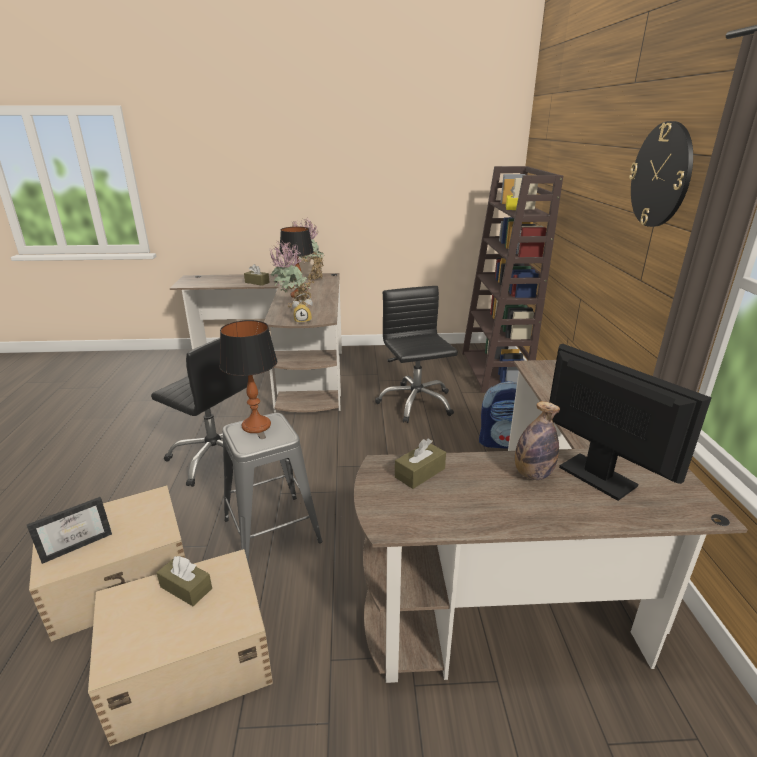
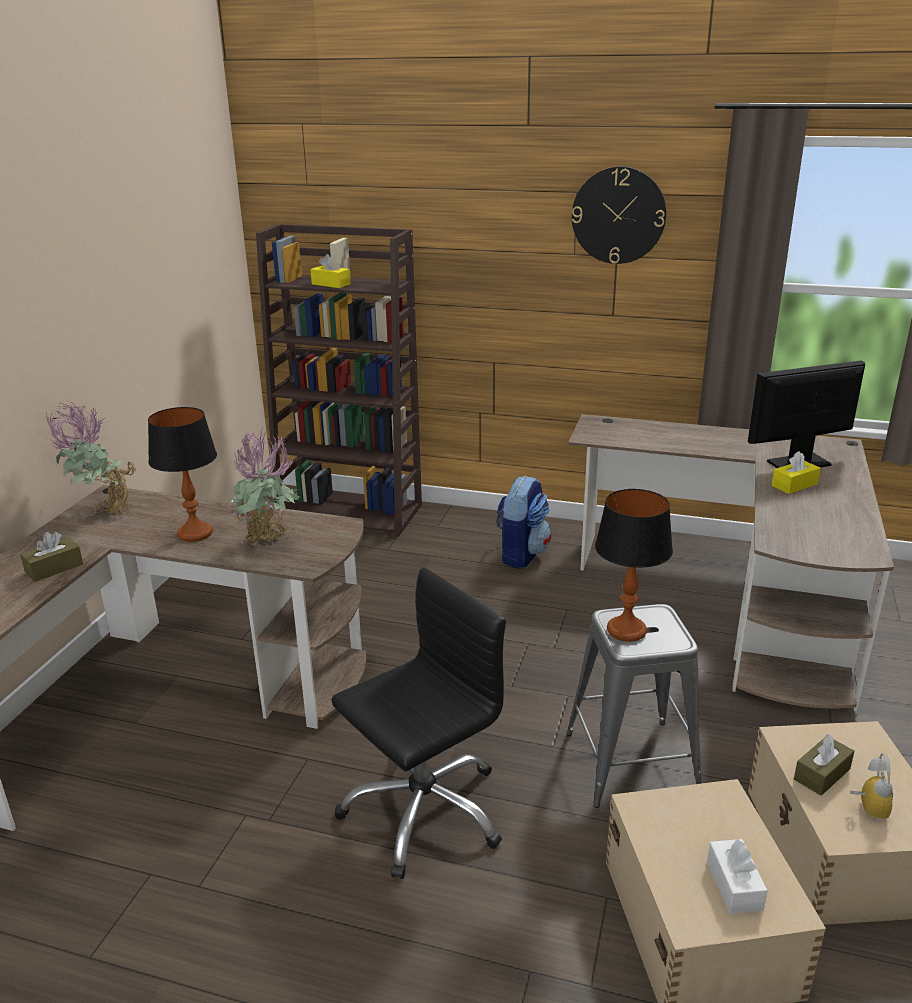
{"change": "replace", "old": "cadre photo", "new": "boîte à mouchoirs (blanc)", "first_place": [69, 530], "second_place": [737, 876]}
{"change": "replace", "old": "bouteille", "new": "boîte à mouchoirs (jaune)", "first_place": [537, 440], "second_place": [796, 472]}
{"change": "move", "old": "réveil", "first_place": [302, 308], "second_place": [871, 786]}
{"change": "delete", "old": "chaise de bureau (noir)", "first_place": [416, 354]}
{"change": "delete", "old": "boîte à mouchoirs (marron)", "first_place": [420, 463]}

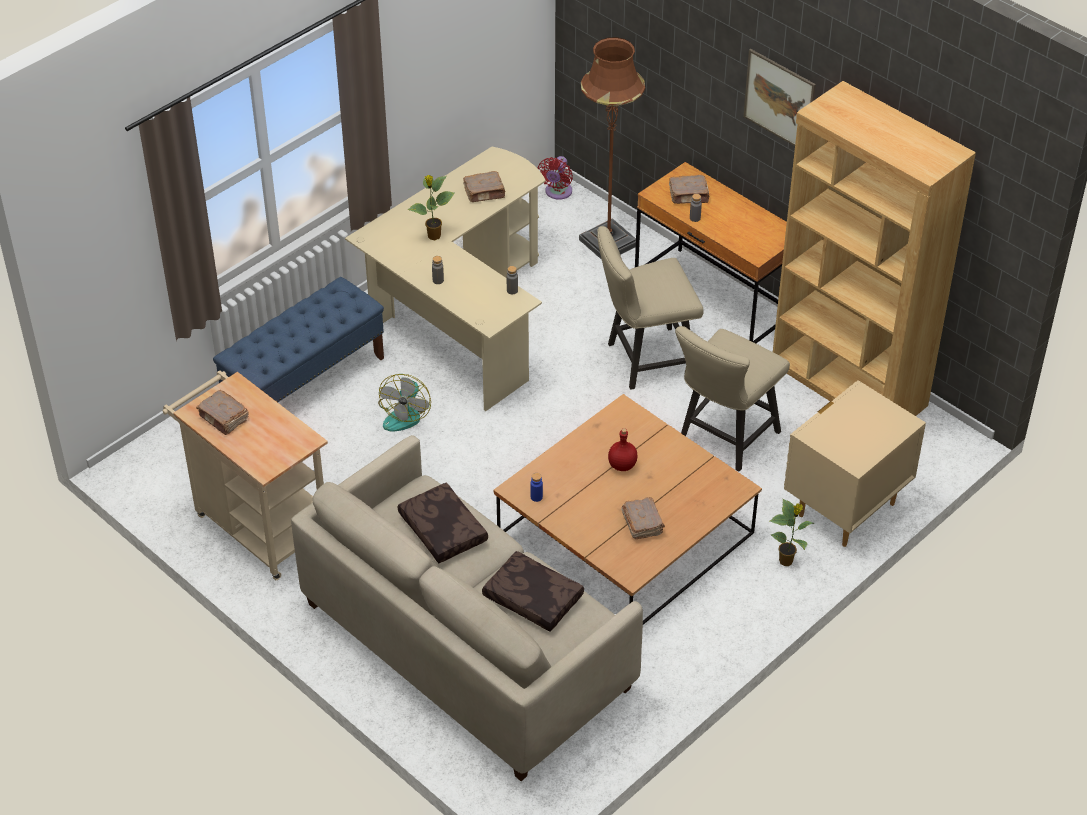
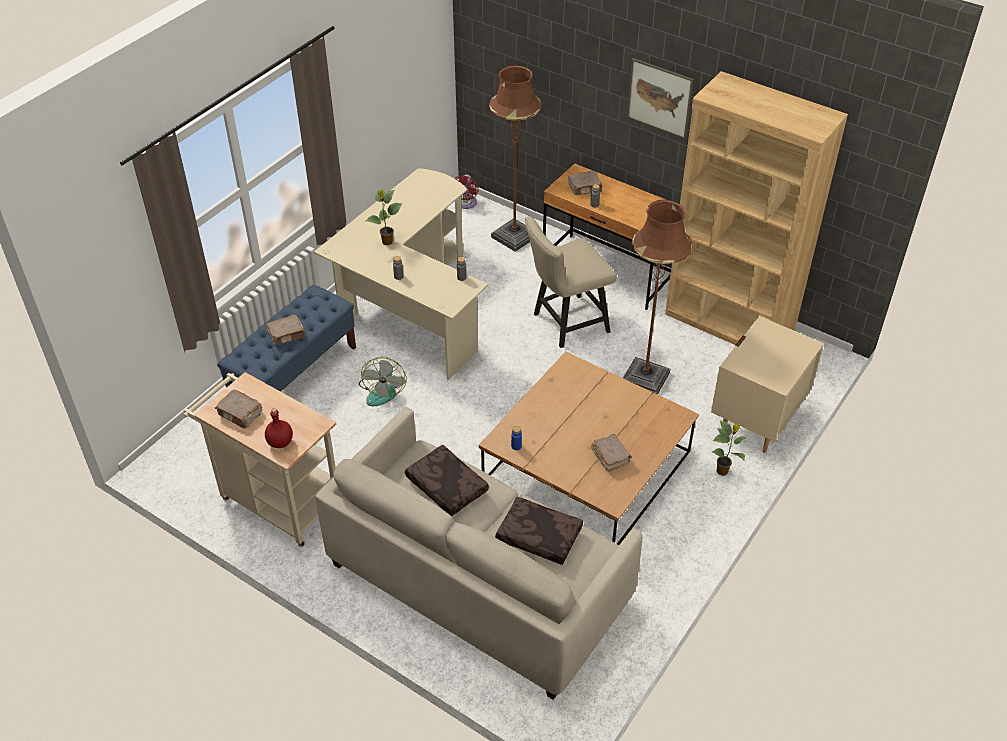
{"change": "move", "old": "bouteille (rouge)", "first_place": [623, 449], "second_place": [279, 428]}
{"change": "move", "old": "livre (marron)", "first_place": [484, 186], "second_place": [285, 330]}
{"change": "replace", "old": "chaise (beige)", "new": "lampadaire (marron)", "first_place": [732, 399], "second_place": [658, 297]}

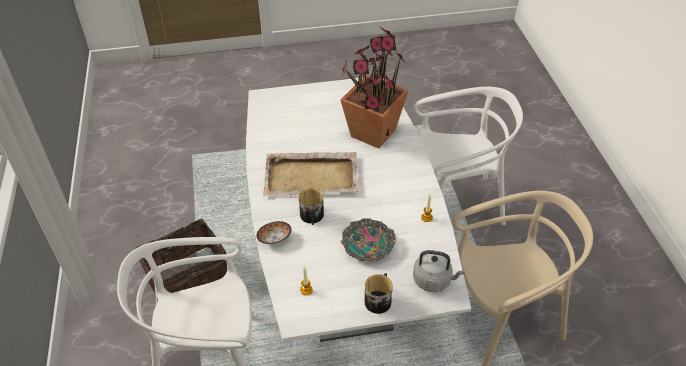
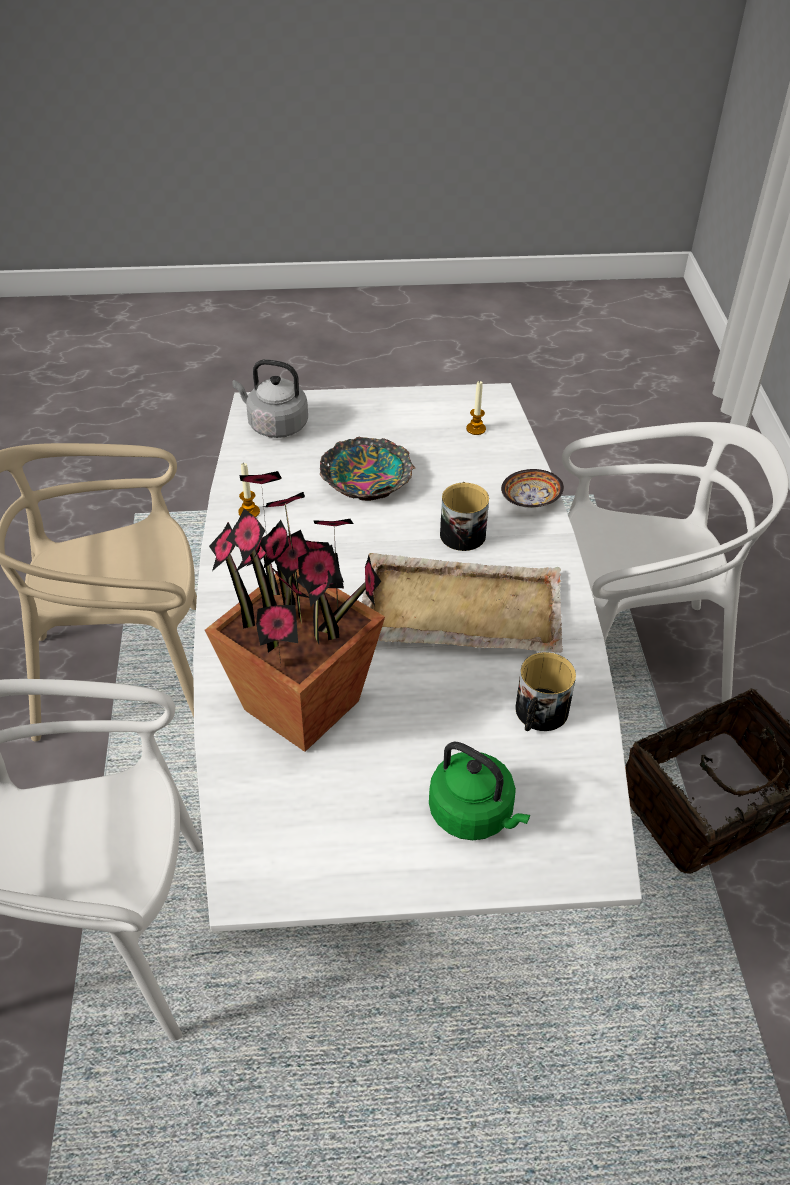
{"change": "insert", "new": "bouilloire (vert)", "second_place": [479, 791]}
{"change": "move", "old": "mug", "first_place": [379, 293], "second_place": [545, 691]}

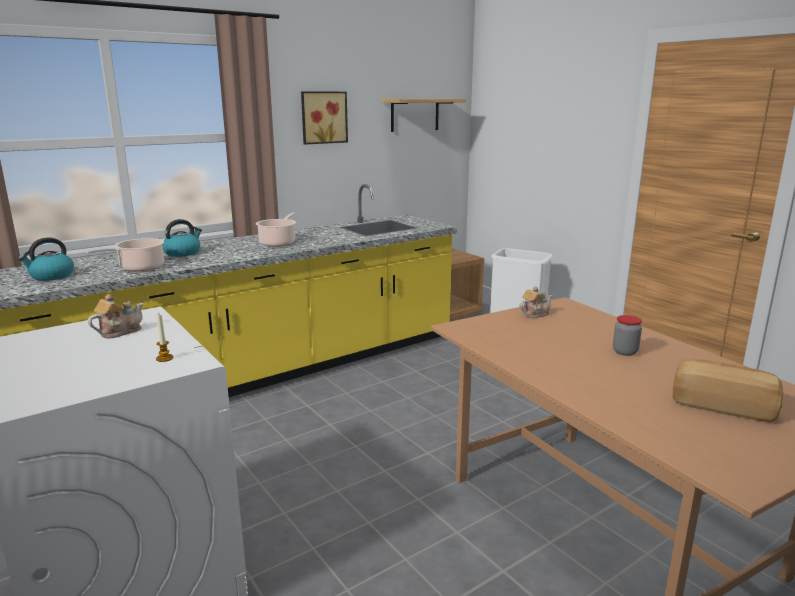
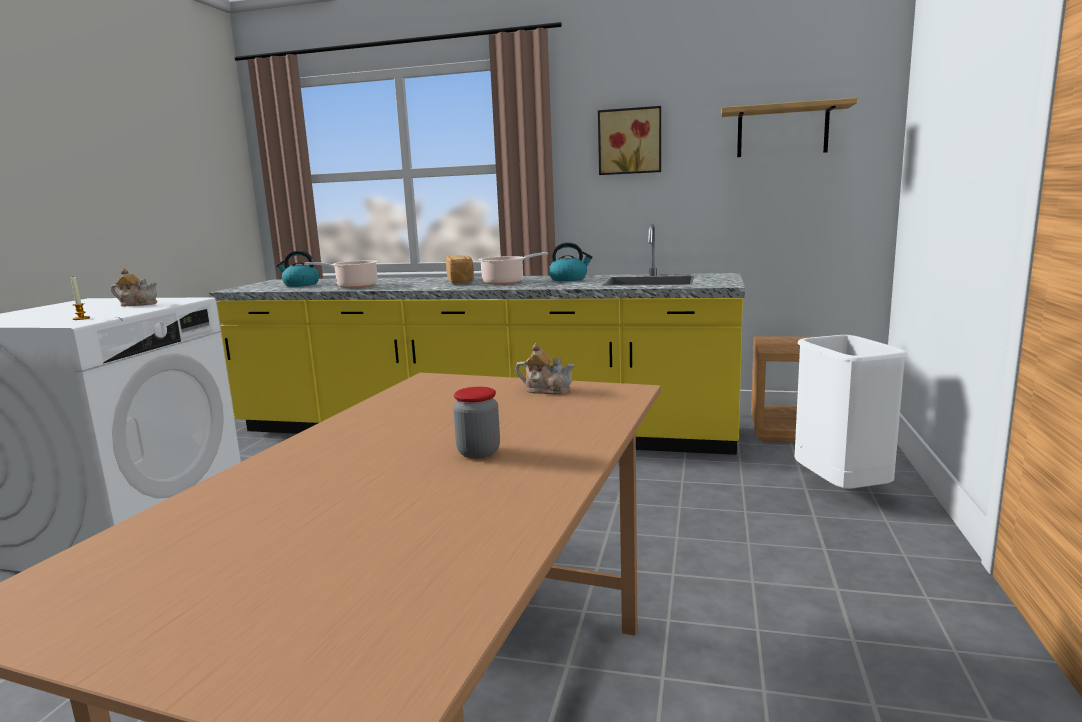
{"change": "move", "old": "pain", "first_place": [728, 391], "second_place": [460, 269]}
{"change": "move", "old": "bouilloire", "first_place": [182, 238], "second_place": [571, 261]}

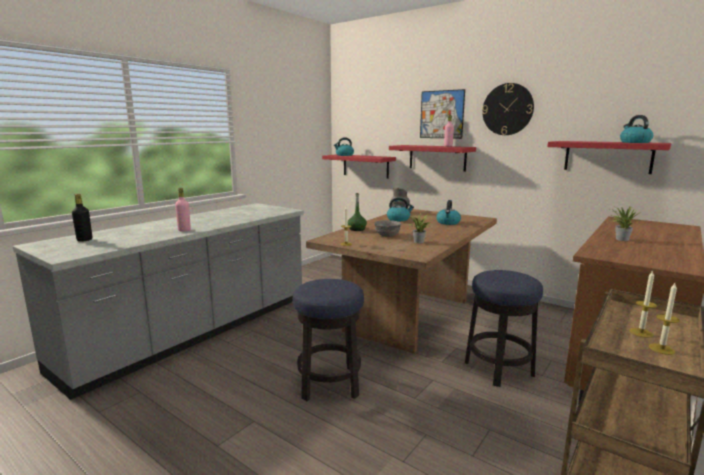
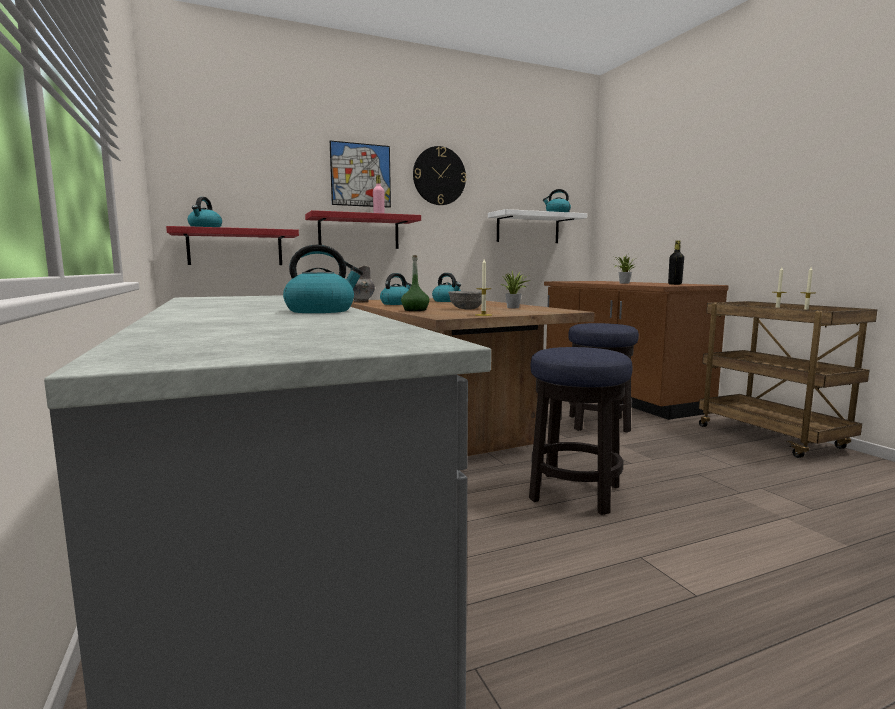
{"change": "replace", "old": "bouteille (rose)", "new": "bouilloire", "first_place": [183, 210], "second_place": [323, 279]}
{"change": "recolor", "old": "étagère (rouge)", "new": "étagère (blanc)", "first_place": [609, 157], "second_place": [537, 226]}
{"change": "move", "old": "bouteille (noir)", "first_place": [82, 218], "second_place": [676, 262]}

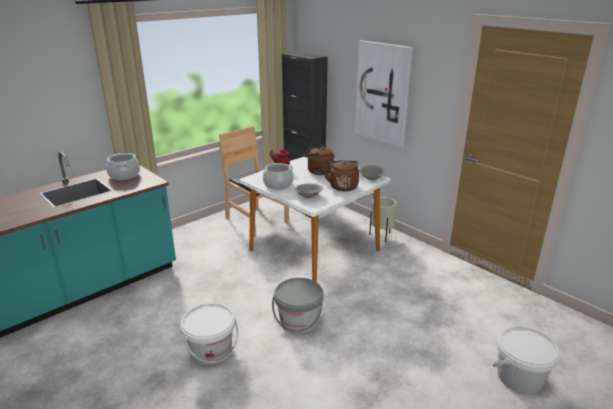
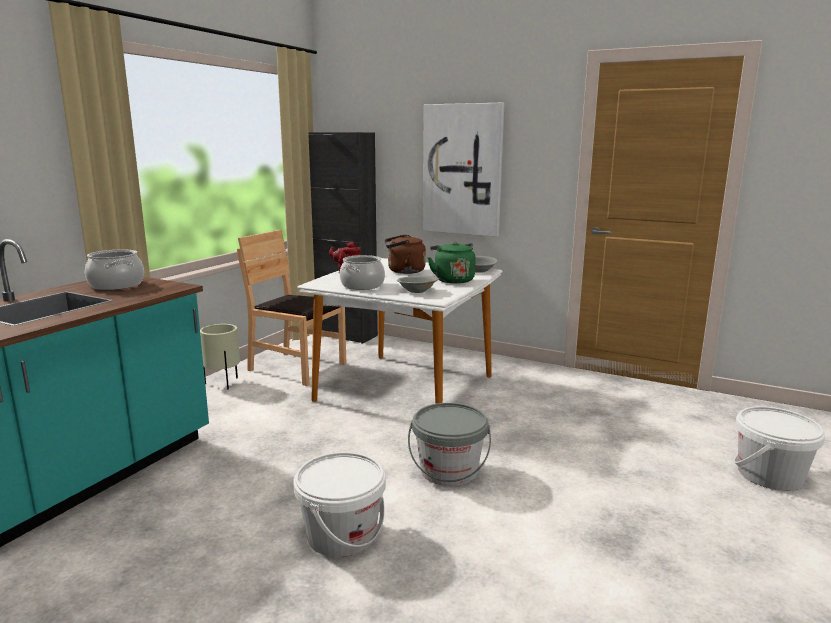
{"change": "move", "old": "cache-pot (beige)", "first_place": [383, 219], "second_place": [220, 356]}
{"change": "recolor", "old": "bouilloire (marron)", "new": "bouilloire (vert)", "first_place": [341, 176], "second_place": [451, 263]}

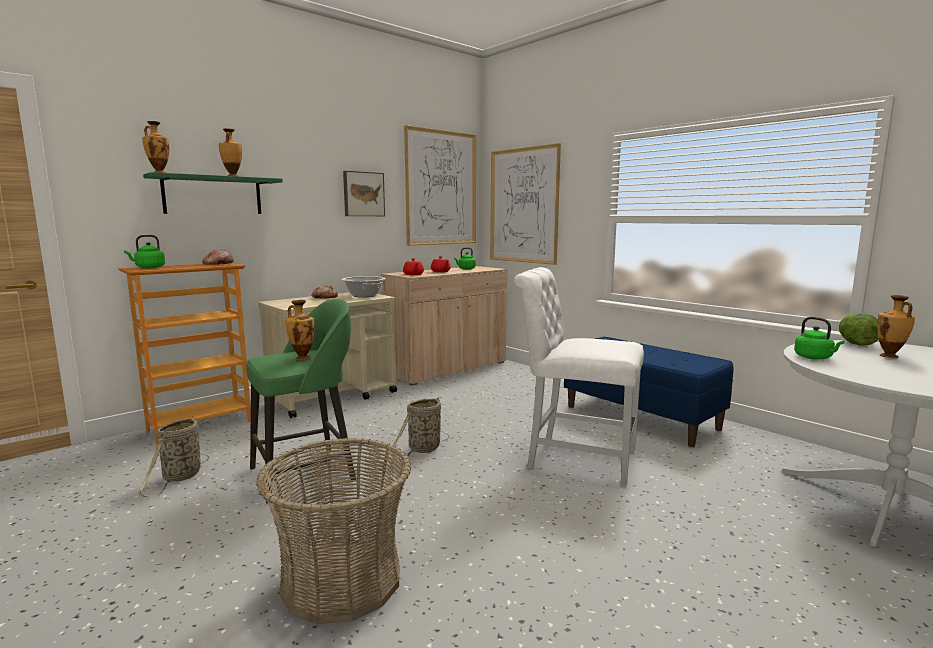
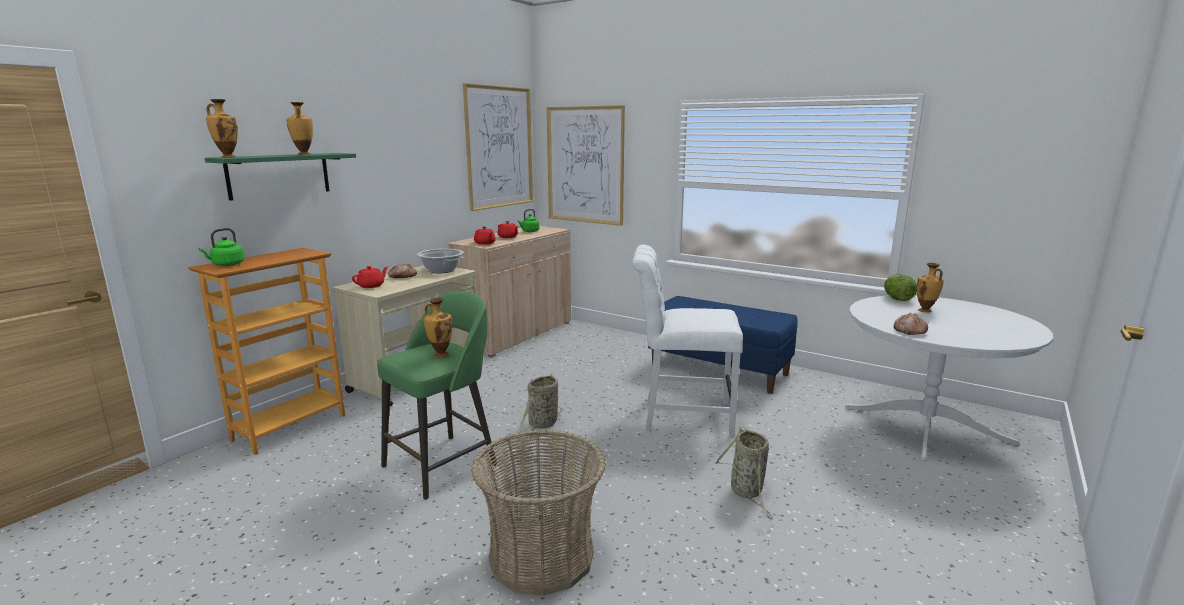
{"change": "insert", "new": "théière (rouge)", "second_place": [370, 277]}
{"change": "move", "old": "panier", "first_place": [173, 457], "second_place": [744, 473]}
{"change": "move", "old": "pain", "first_place": [218, 257], "second_place": [911, 323]}
{"change": "delete", "old": "tableau", "first_place": [364, 193]}
{"change": "delete", "old": "bouilloire (vert)", "first_place": [819, 338]}

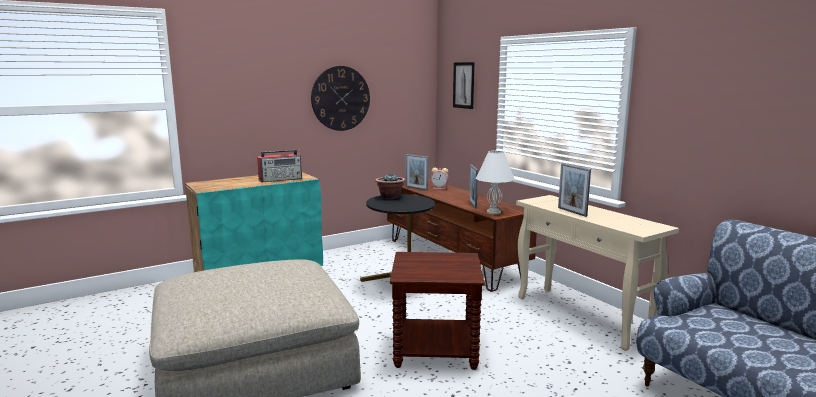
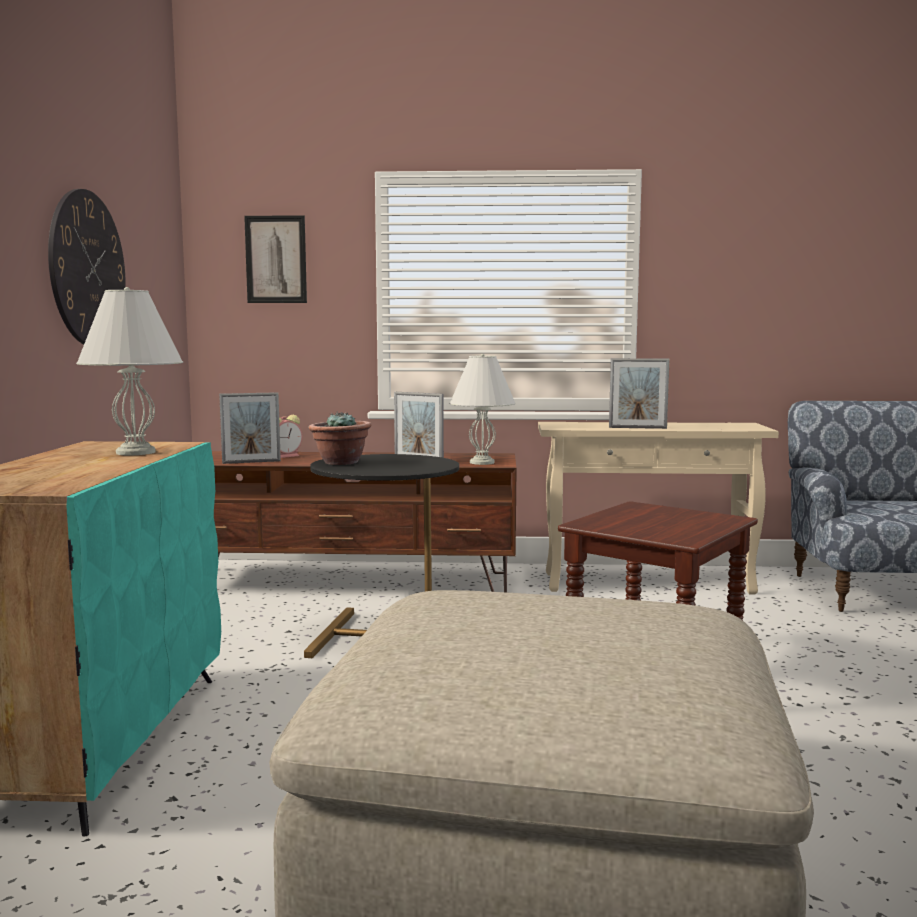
{"change": "replace", "old": "radio", "new": "lampe de table (blanc)", "first_place": [279, 166], "second_place": [129, 371]}

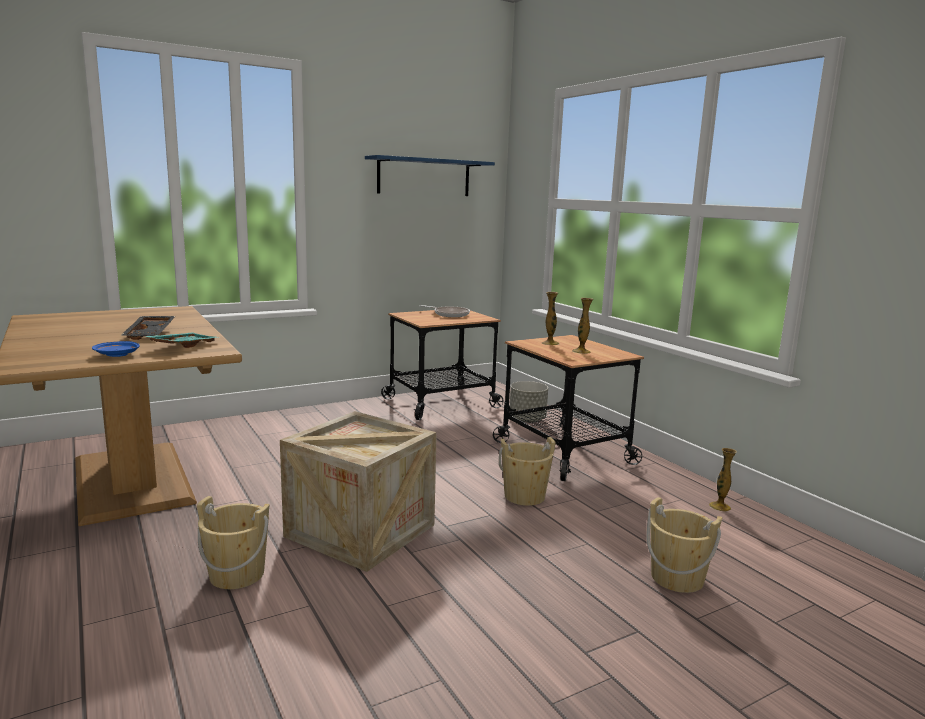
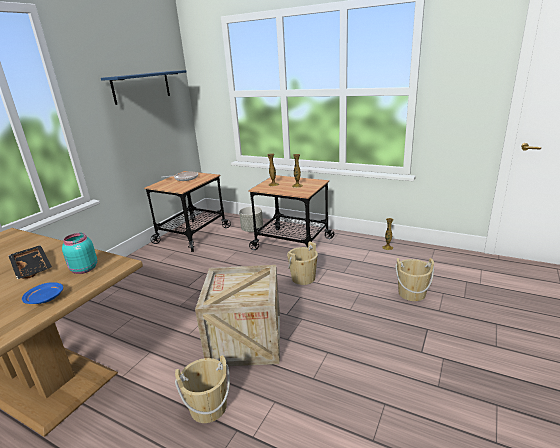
{"change": "replace", "old": "plateau (turquoise)", "new": "bocal (turquoise)", "first_place": [182, 340], "second_place": [79, 253]}

